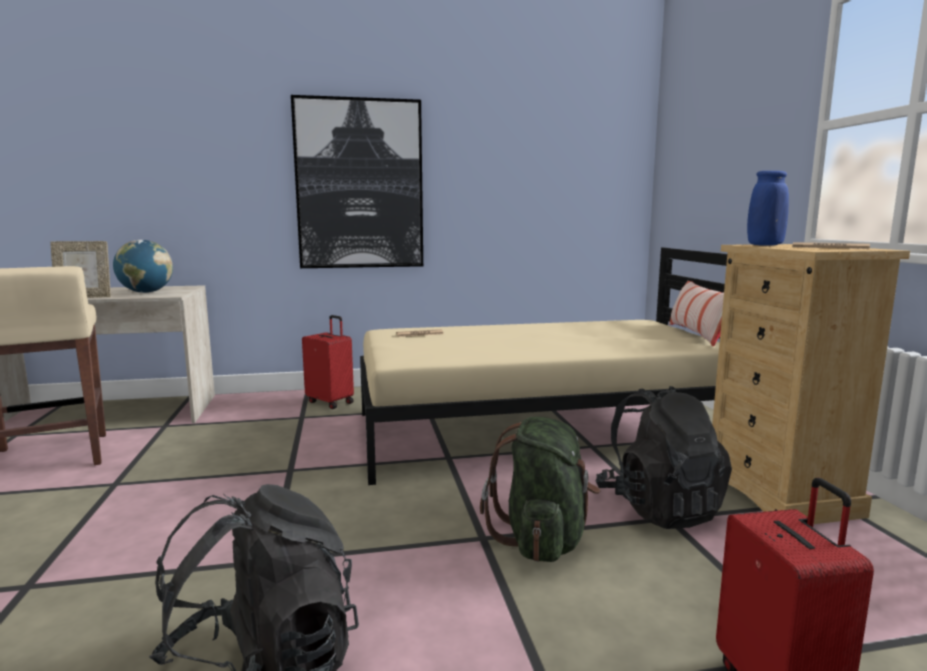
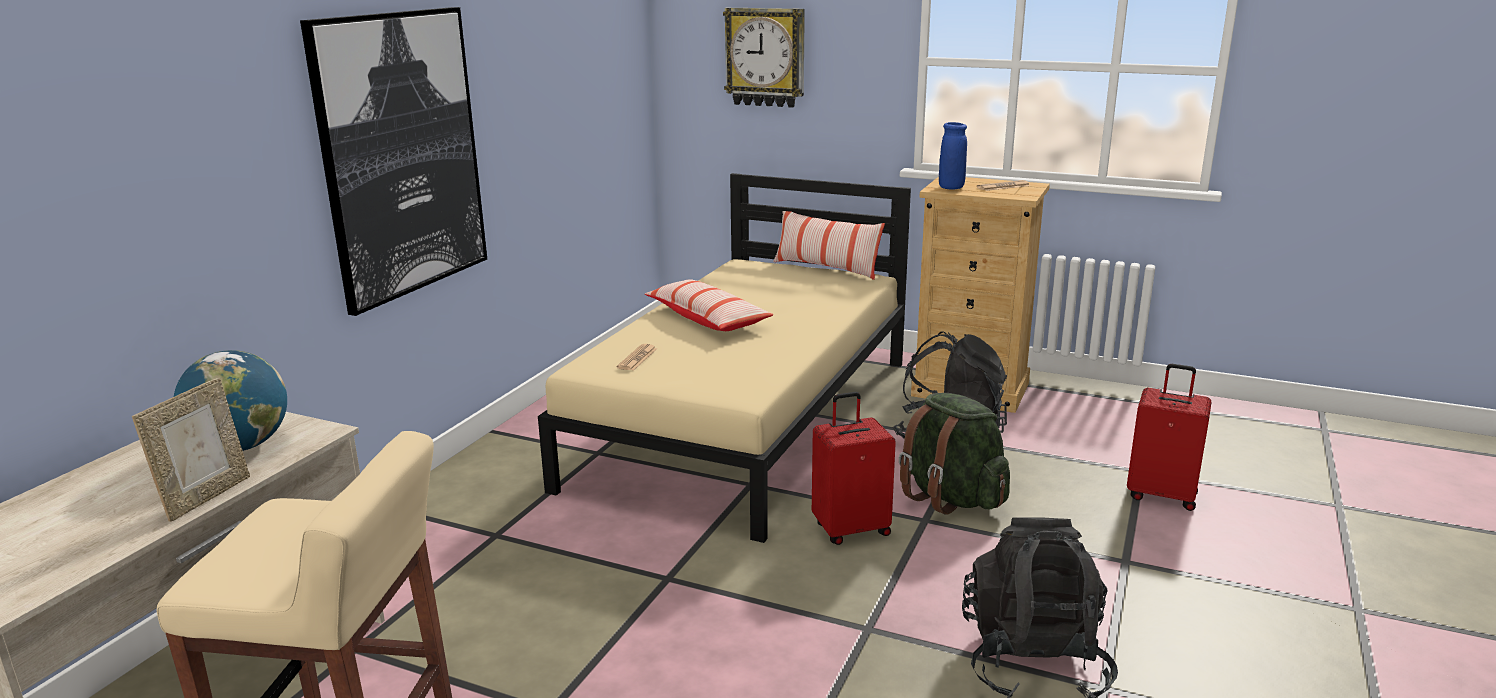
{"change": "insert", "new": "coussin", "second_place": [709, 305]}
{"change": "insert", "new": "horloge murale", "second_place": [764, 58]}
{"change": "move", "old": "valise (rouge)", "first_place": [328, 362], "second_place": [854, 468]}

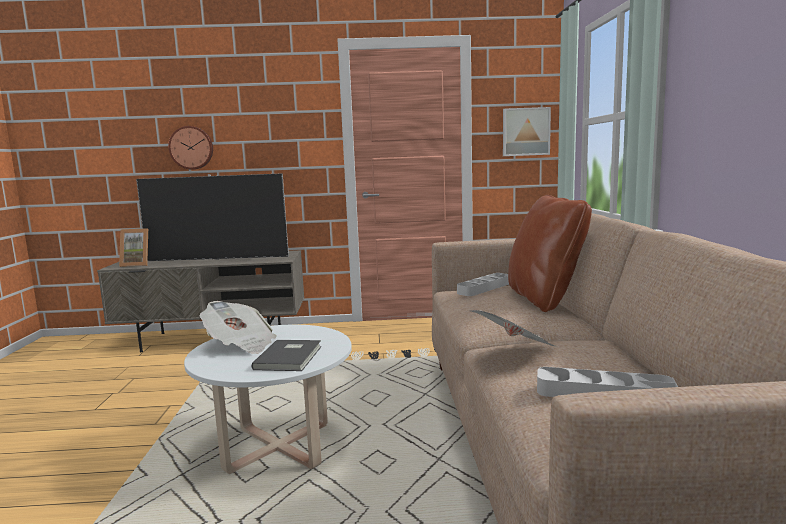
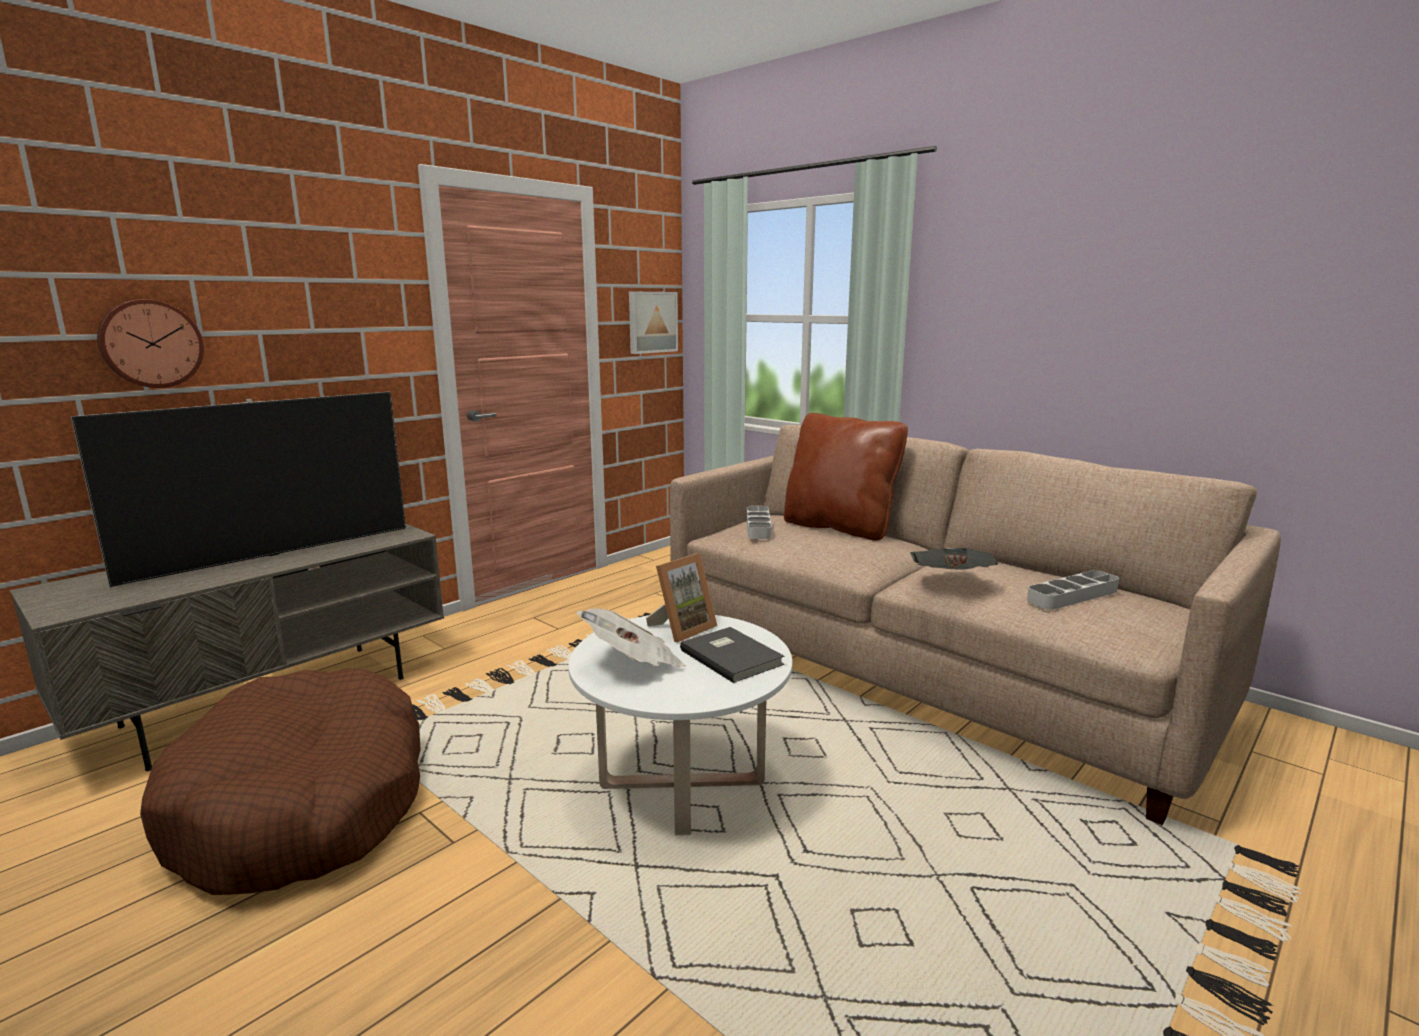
{"change": "insert", "new": "panier pour chien (marron)", "second_place": [280, 781]}
{"change": "move", "old": "cadre photo", "first_place": [133, 247], "second_place": [681, 597]}

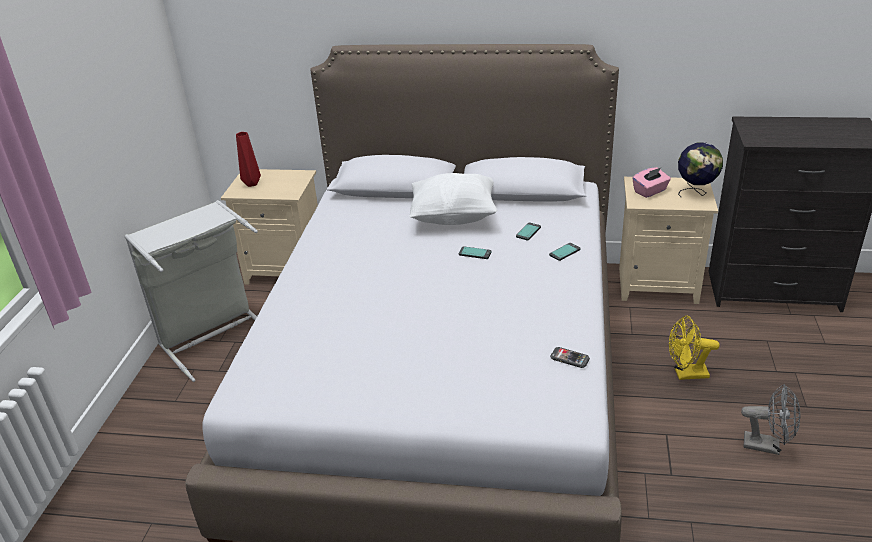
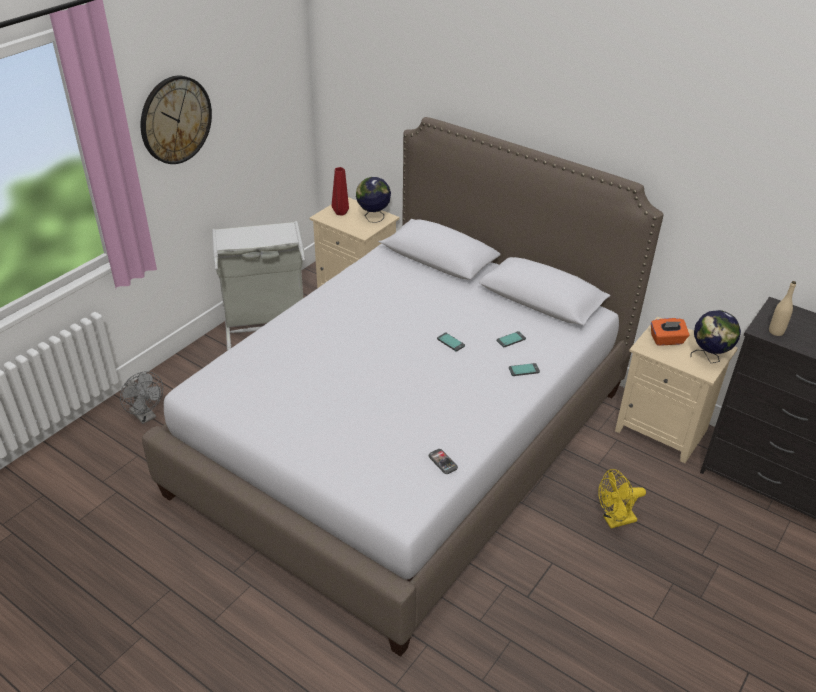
{"change": "move", "old": "ventilateur (gris)", "first_place": [770, 419], "second_place": [141, 397]}
{"change": "insert", "new": "horloge murale", "second_place": [176, 120]}
{"change": "insert", "new": "globe", "second_place": [373, 200]}
{"change": "rotate", "old": "ventilateur (jaune)", "first_place": [694, 348], "second_place": [622, 499], "degrees": -45}
{"change": "recolor", "old": "boîte à mouchoirs (rose)", "new": "boîte à mouchoirs (orange)", "first_place": [651, 182], "second_place": [670, 332]}
{"change": "insert", "new": "bouteille (beige)", "second_place": [782, 308]}
{"change": "delete", "old": "coussin (blanc)", "first_place": [453, 199]}

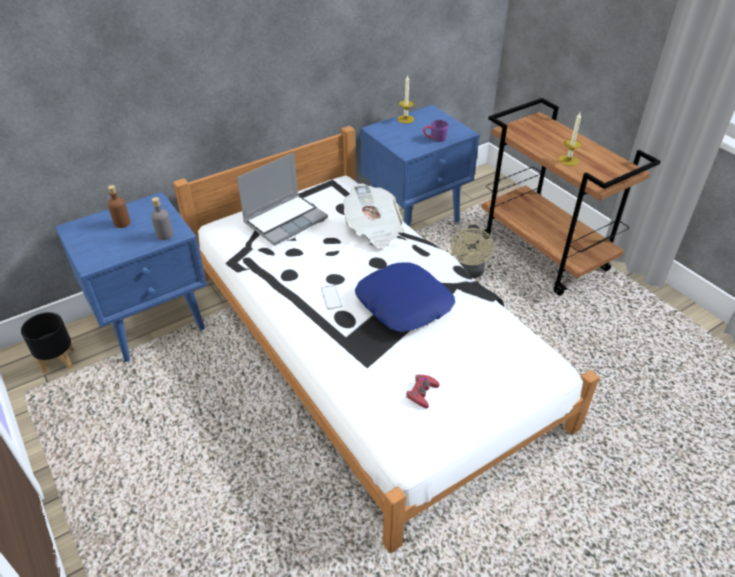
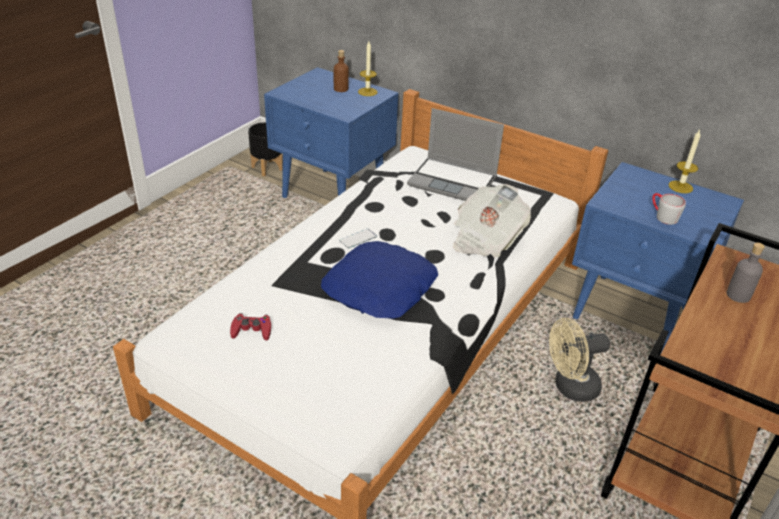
{"change": "move", "old": "bougie", "first_place": [570, 139], "second_place": [368, 68]}
{"change": "recolor", "old": "mug (violet)", "new": "mug (gris)", "first_place": [436, 131], "second_place": [669, 209]}
{"change": "move", "old": "bouteille (gris)", "first_place": [162, 218], "second_place": [746, 272]}

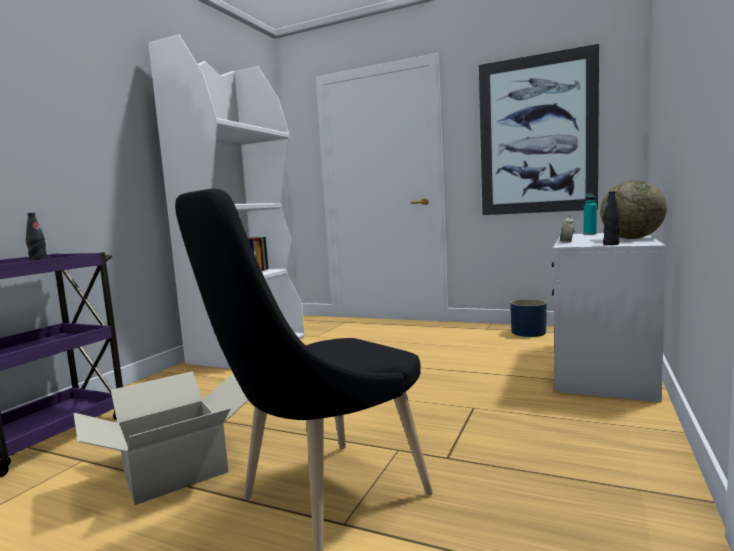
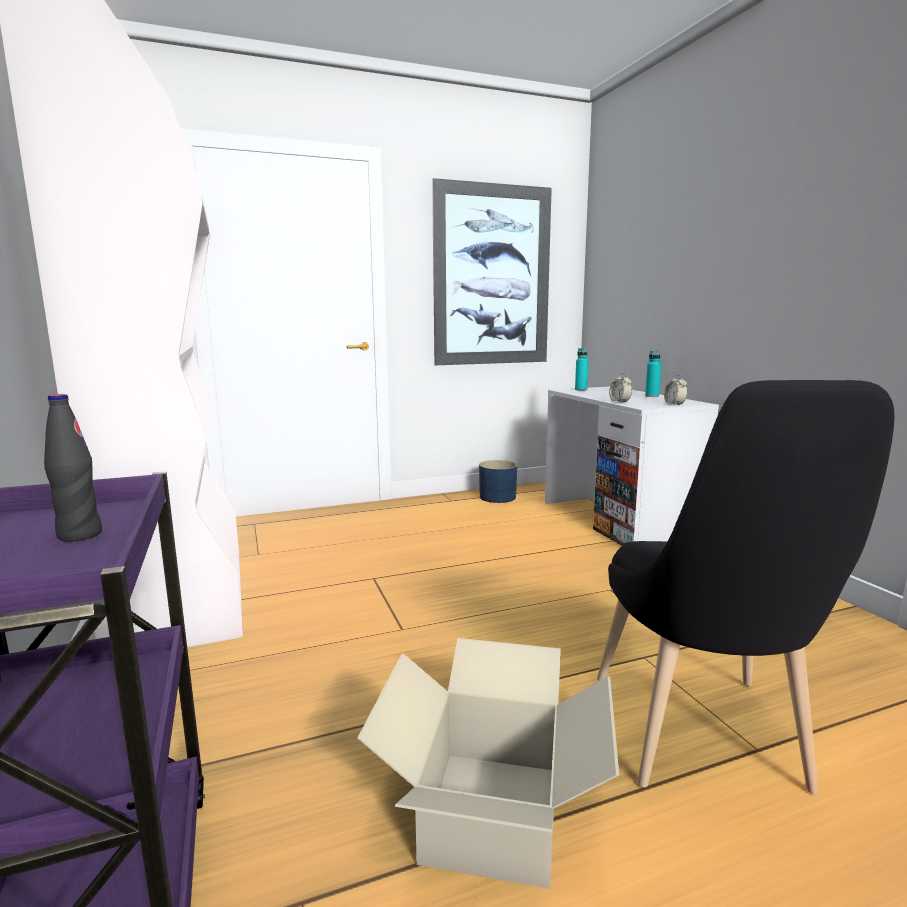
{"change": "replace", "old": "globe", "new": "bouteille (turquoise)", "first_place": [633, 209], "second_place": [653, 374]}
{"change": "replace", "old": "bouteille (noir)", "new": "réveil", "first_place": [611, 218], "second_place": [676, 390]}

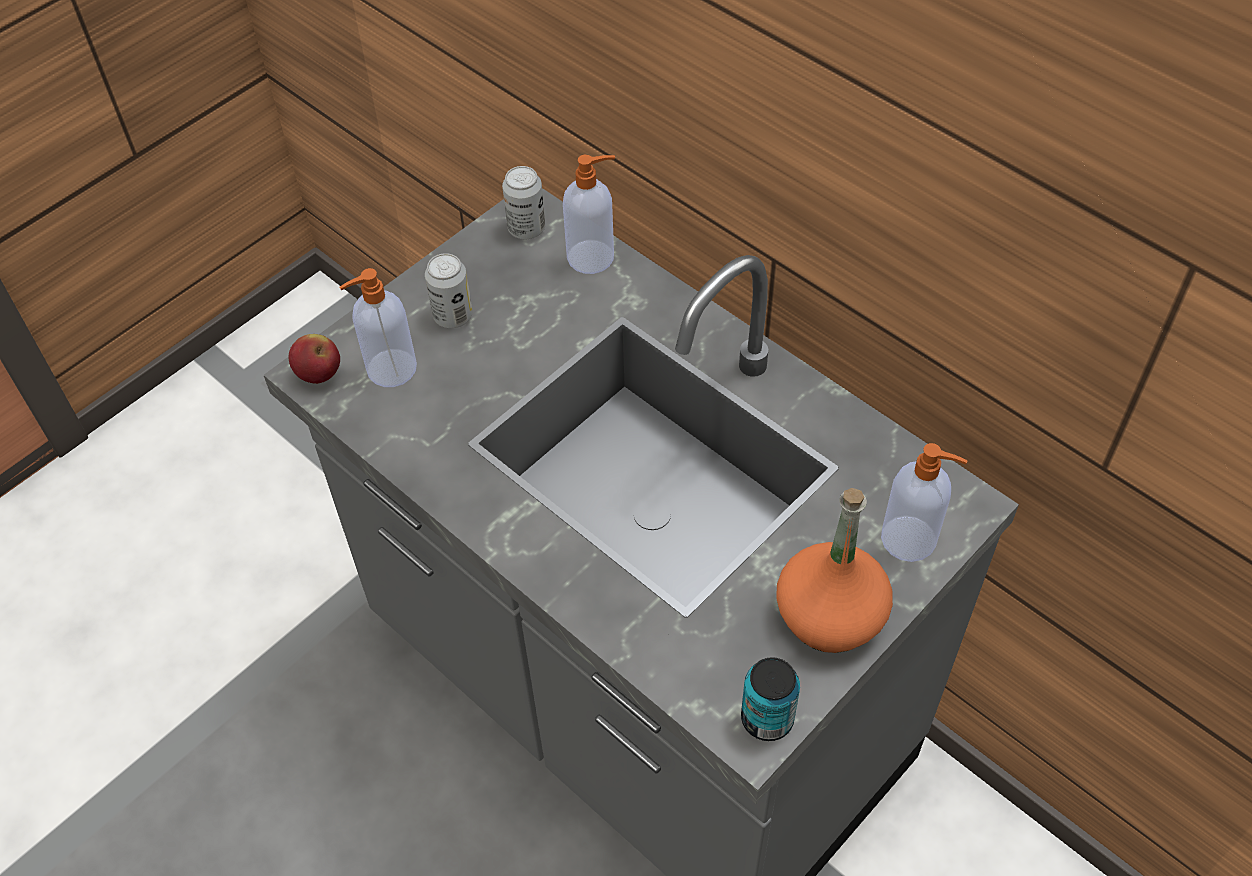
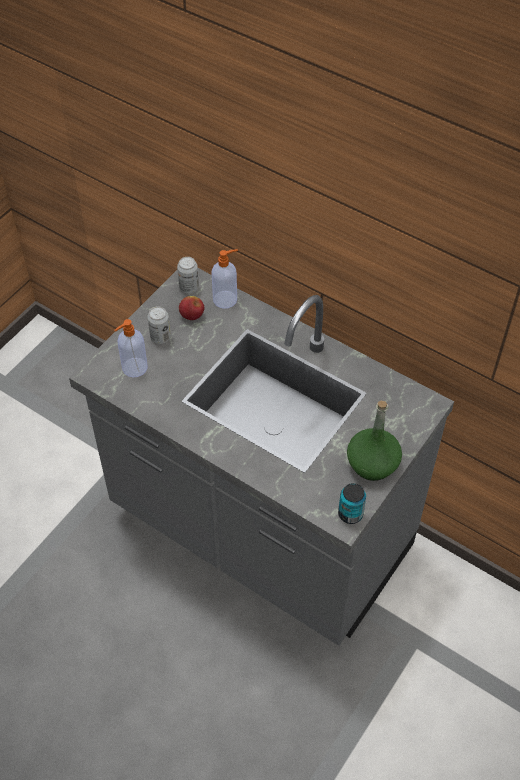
{"change": "move", "old": "pomme", "first_place": [314, 359], "second_place": [191, 308]}
{"change": "recolor", "old": "bouteille (orange)", "new": "bouteille (vert)", "first_place": [834, 570], "second_place": [374, 441]}
{"change": "delete", "old": "distributeur de savon", "first_place": [924, 502]}

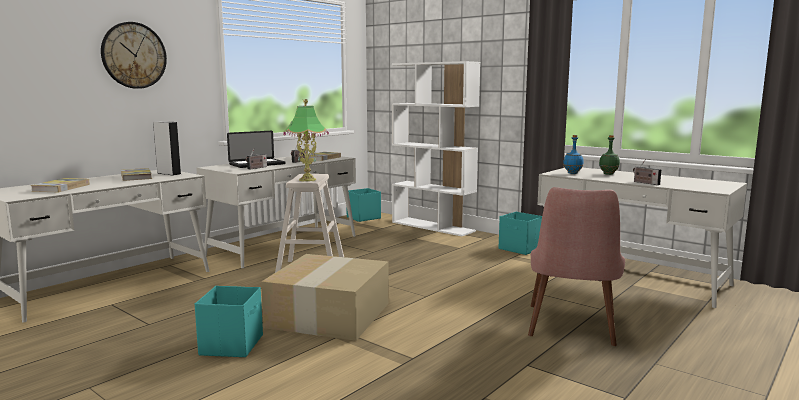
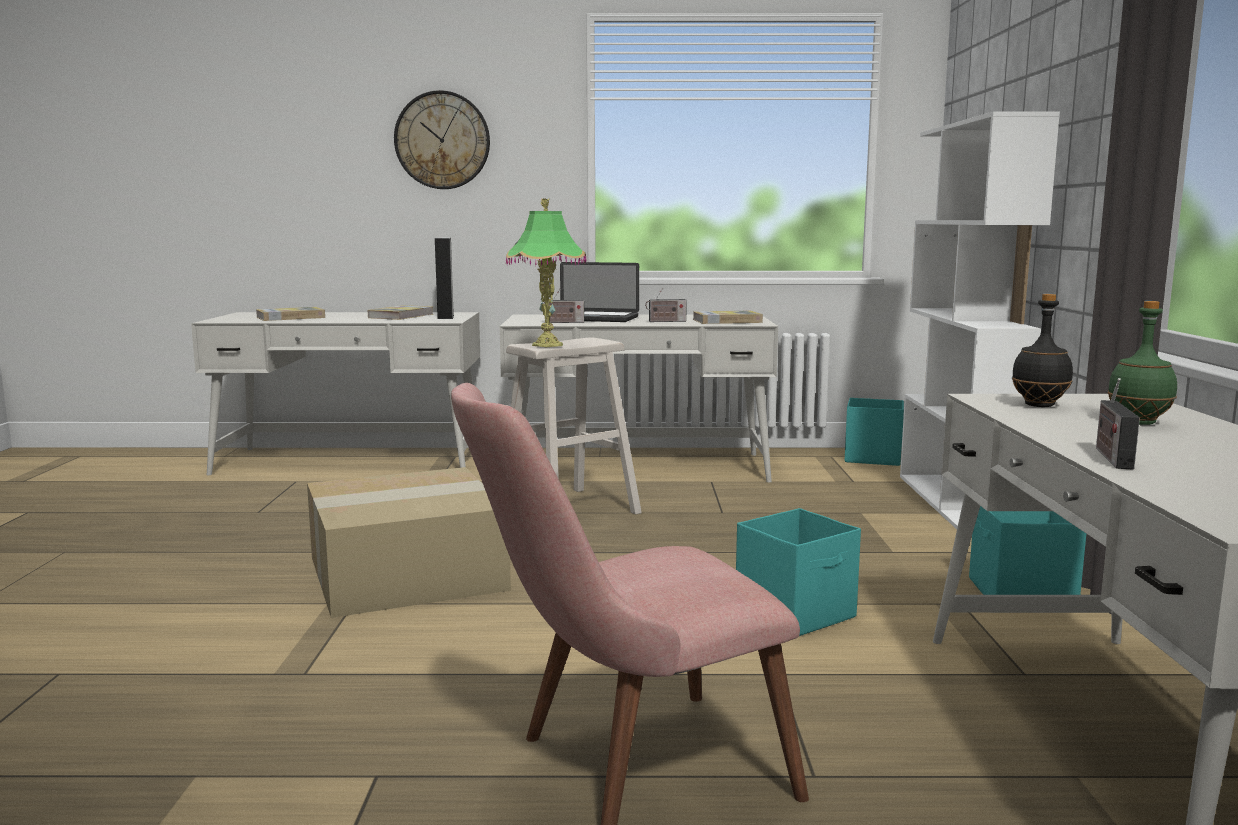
{"change": "move", "old": "boîte de rangement (turquoise)", "first_place": [229, 321], "second_place": [798, 572]}
{"change": "recolor", "old": "bouteille (bleu)", "new": "bouteille (noir)", "first_place": [573, 154], "second_place": [1042, 350]}

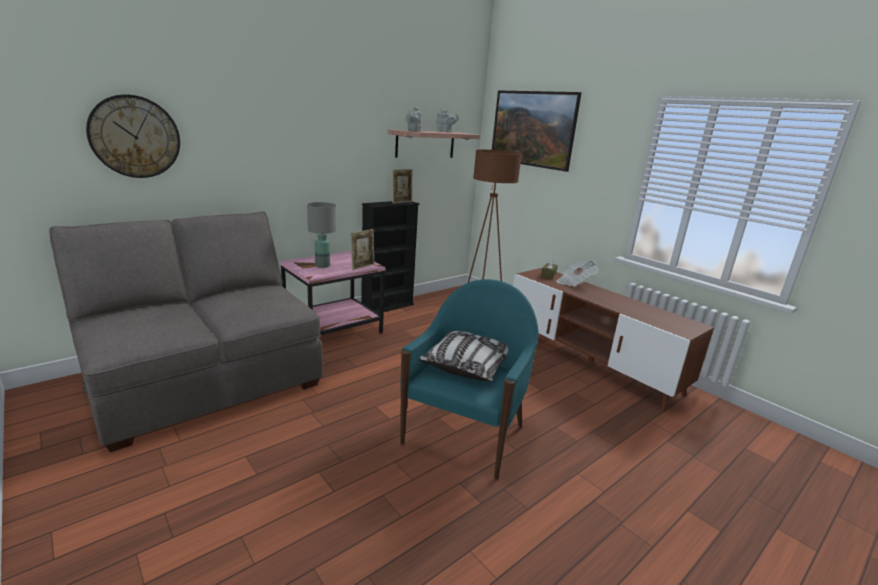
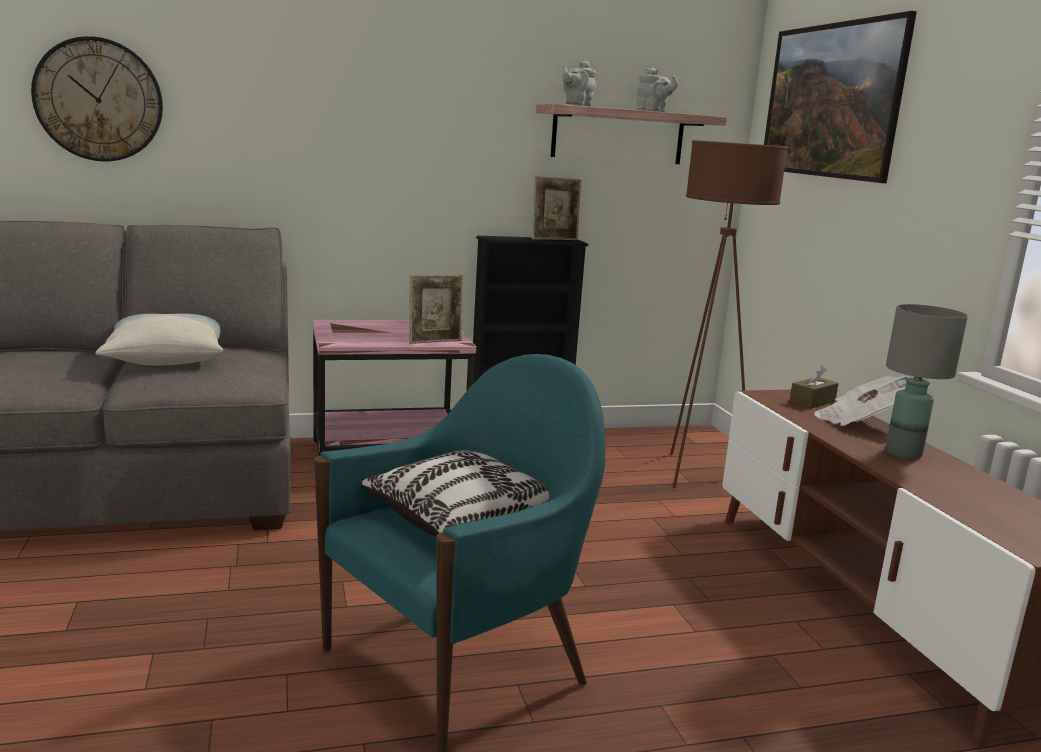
{"change": "insert", "new": "coussin", "second_place": [159, 339]}
{"change": "move", "old": "lampe de table (gris)", "first_place": [321, 235], "second_place": [927, 381]}

